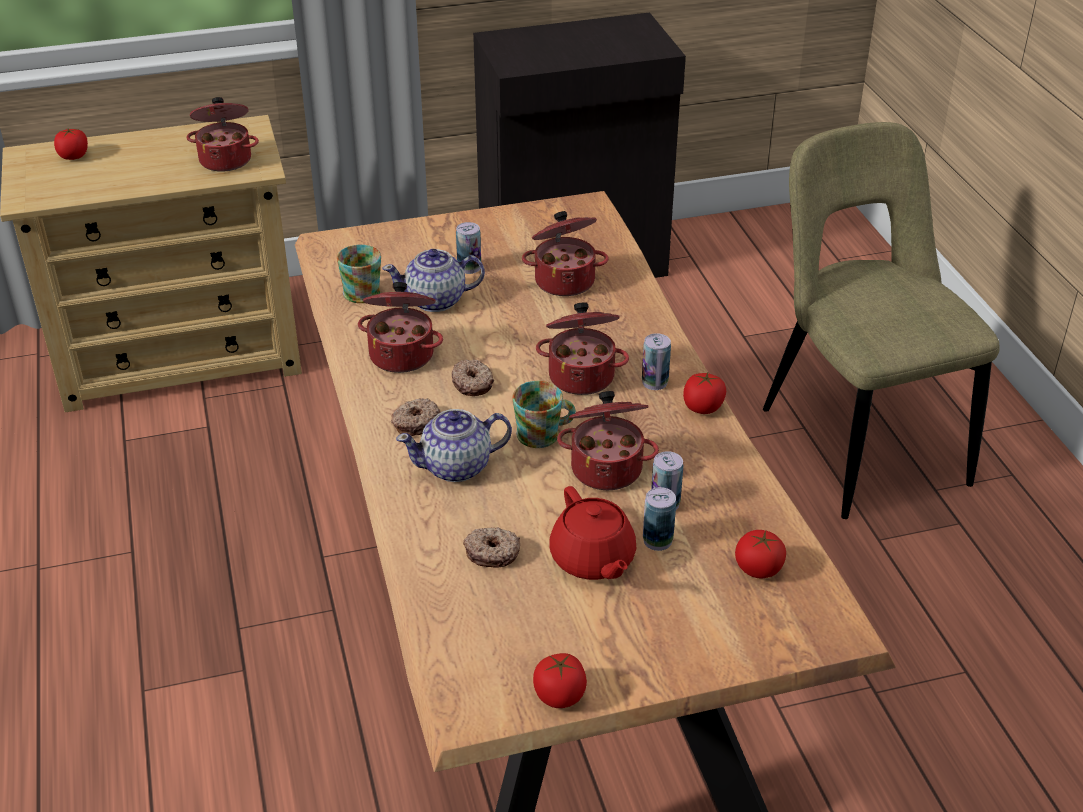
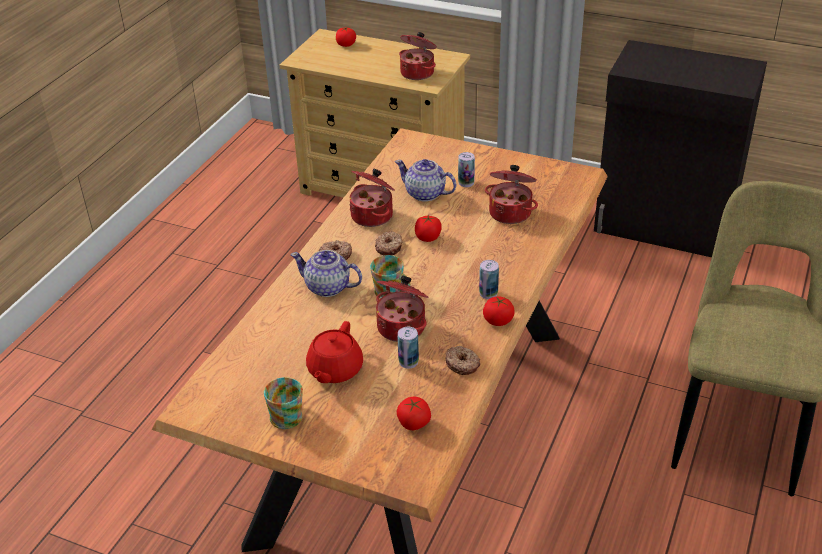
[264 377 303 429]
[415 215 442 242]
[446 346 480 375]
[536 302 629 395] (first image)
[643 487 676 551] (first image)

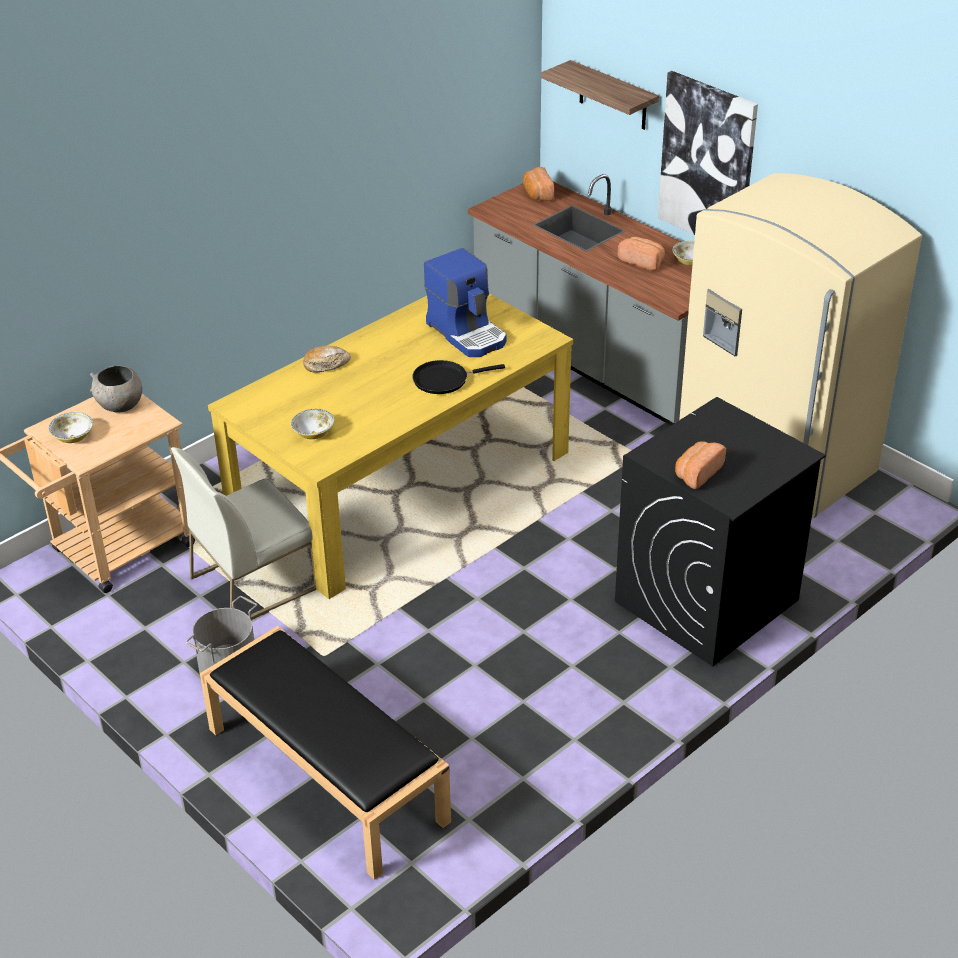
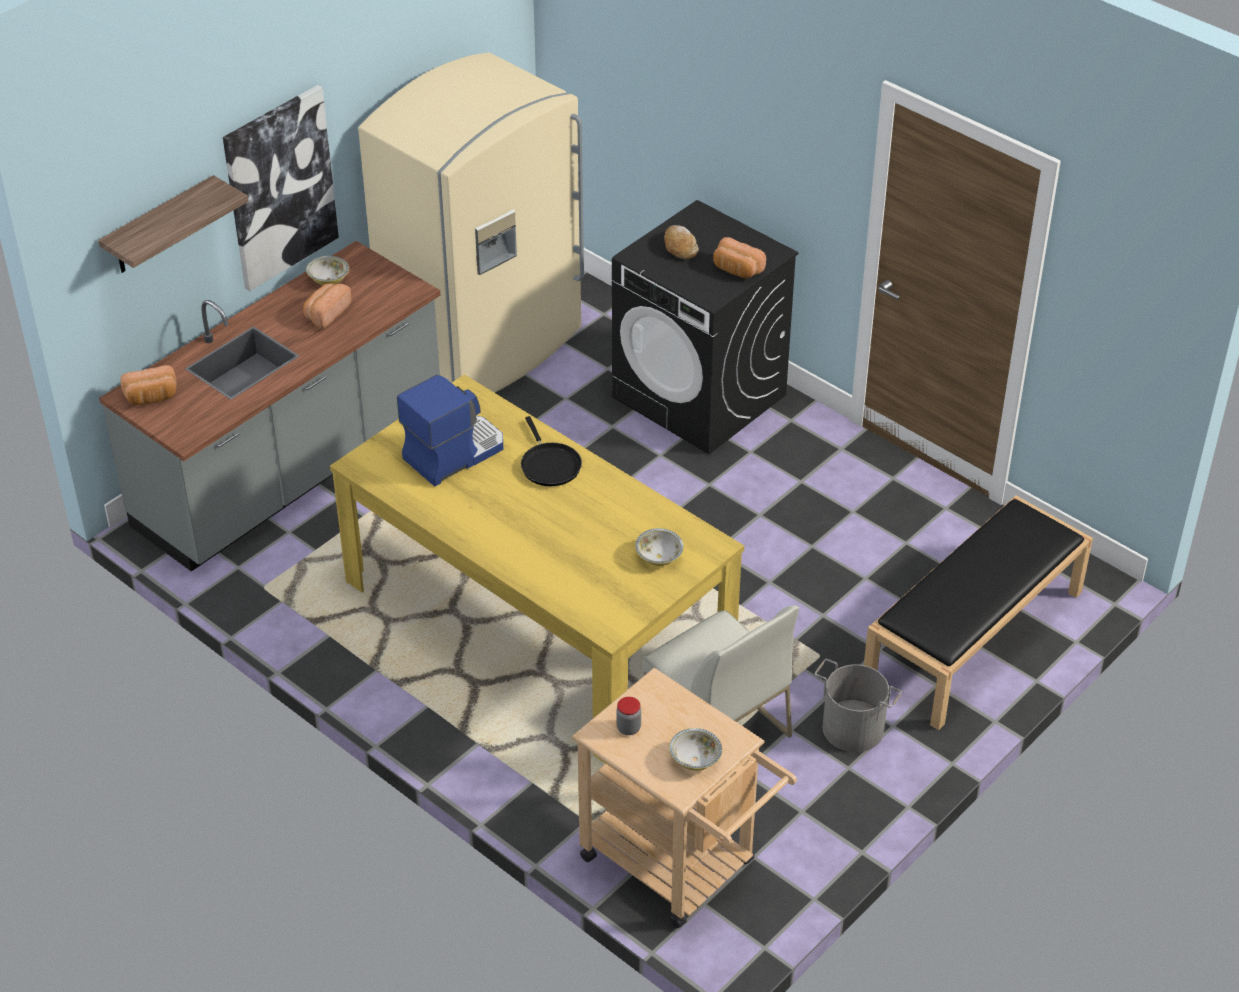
[616 697 641 735]
[664 225 699 259]

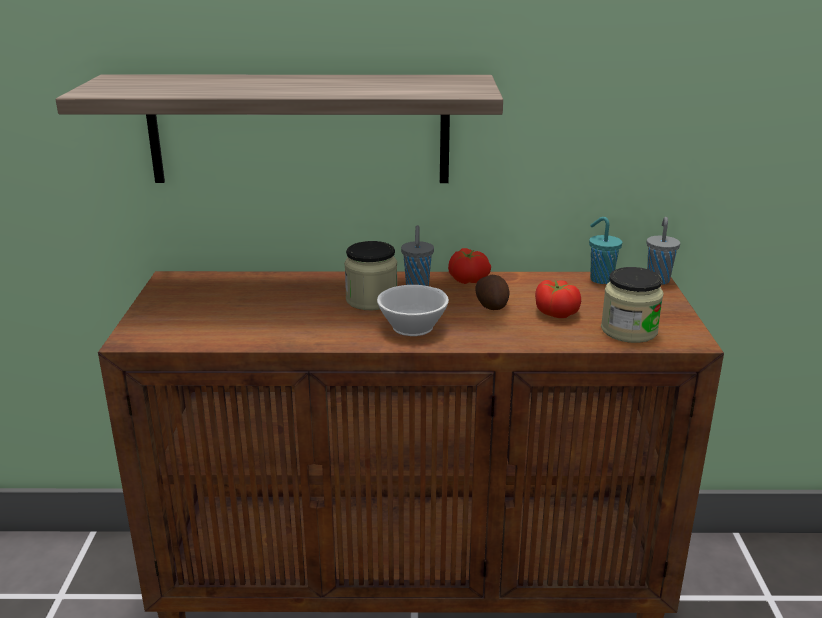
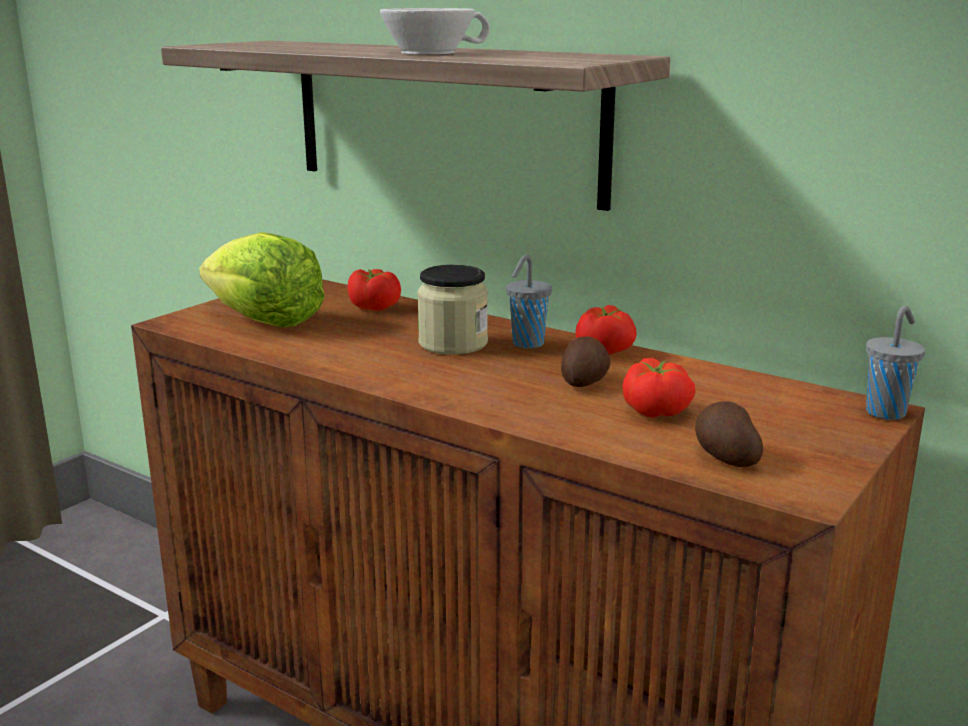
[199 232 325 327]
[347 269 401 311]
[380 8 490 54]
[695 401 764 467]
[589 217 622 284] (first image)

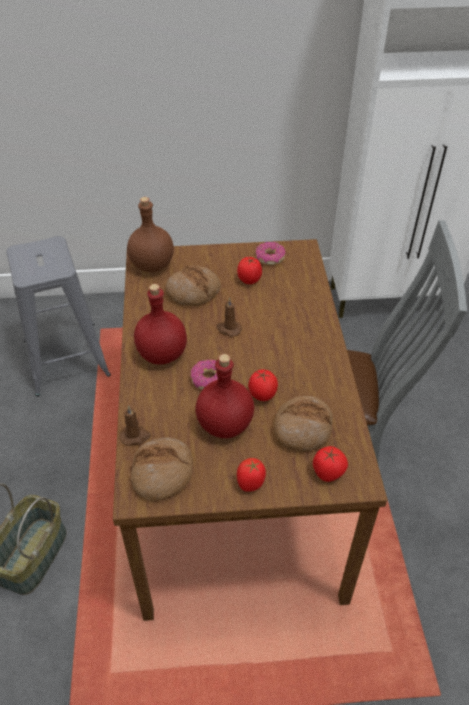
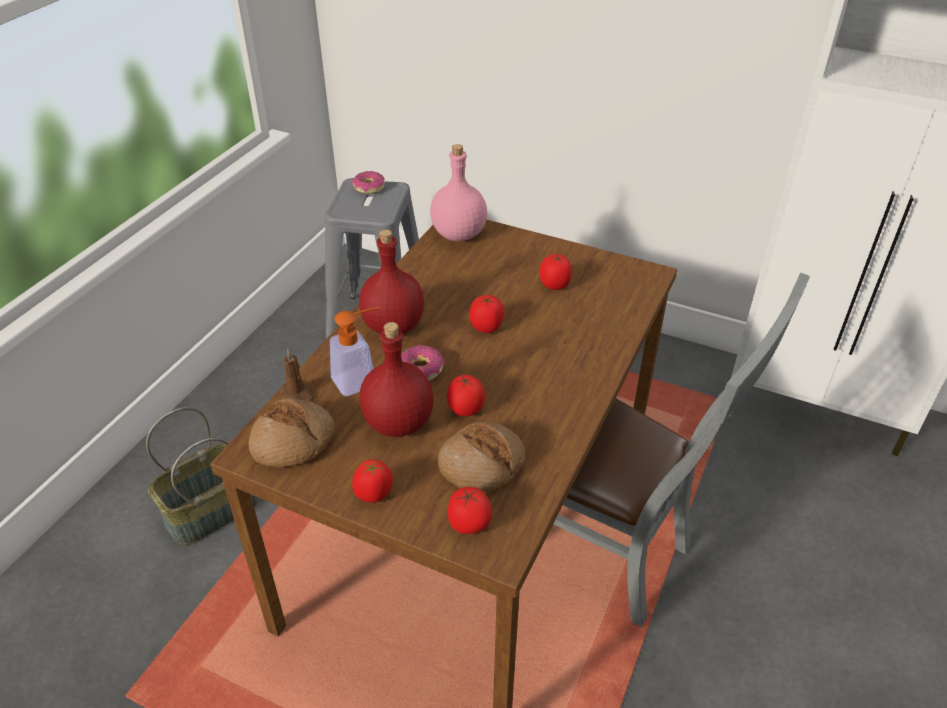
[330 307 381 396]
[352 171 385 194]
[430 144 487 241]
[469 295 504 333]
[165 265 221 306] (first image)

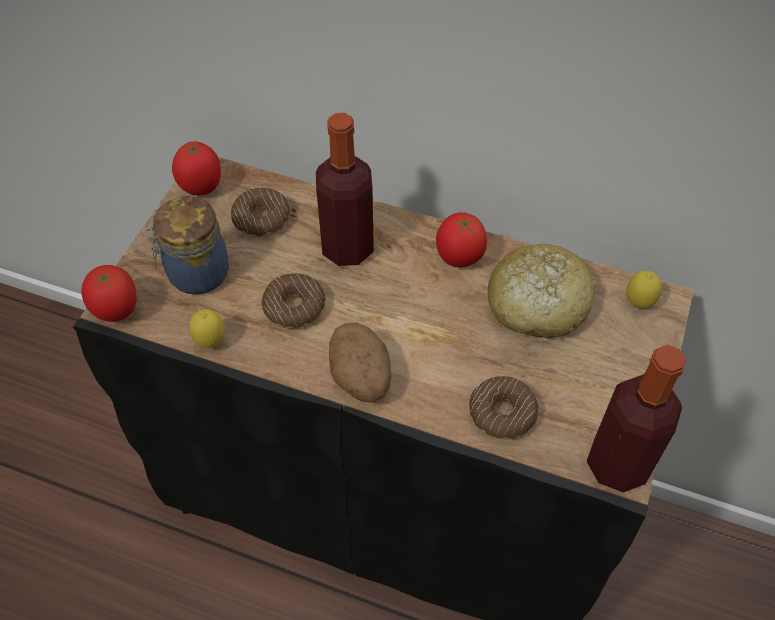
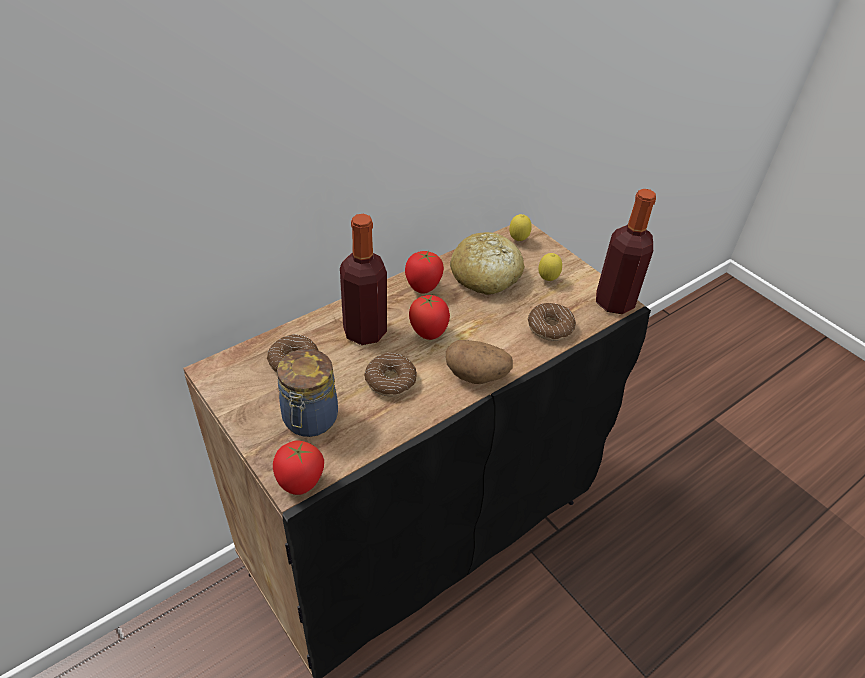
[409 294 450 340]
[538 253 562 281]

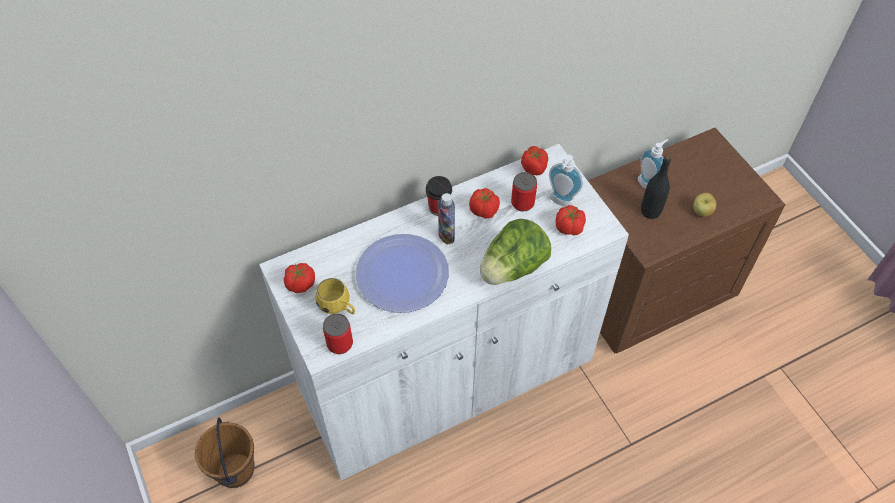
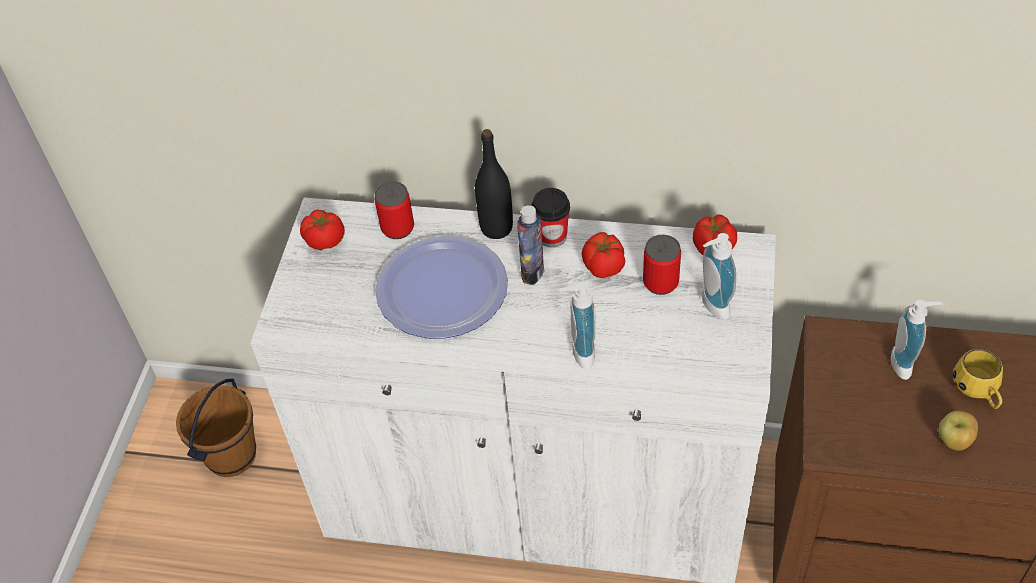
[374 181 414 239]
[475 129 513 239]
[559 282 596 369]
[953 349 1003 409]
[555 205 586 235] (first image)

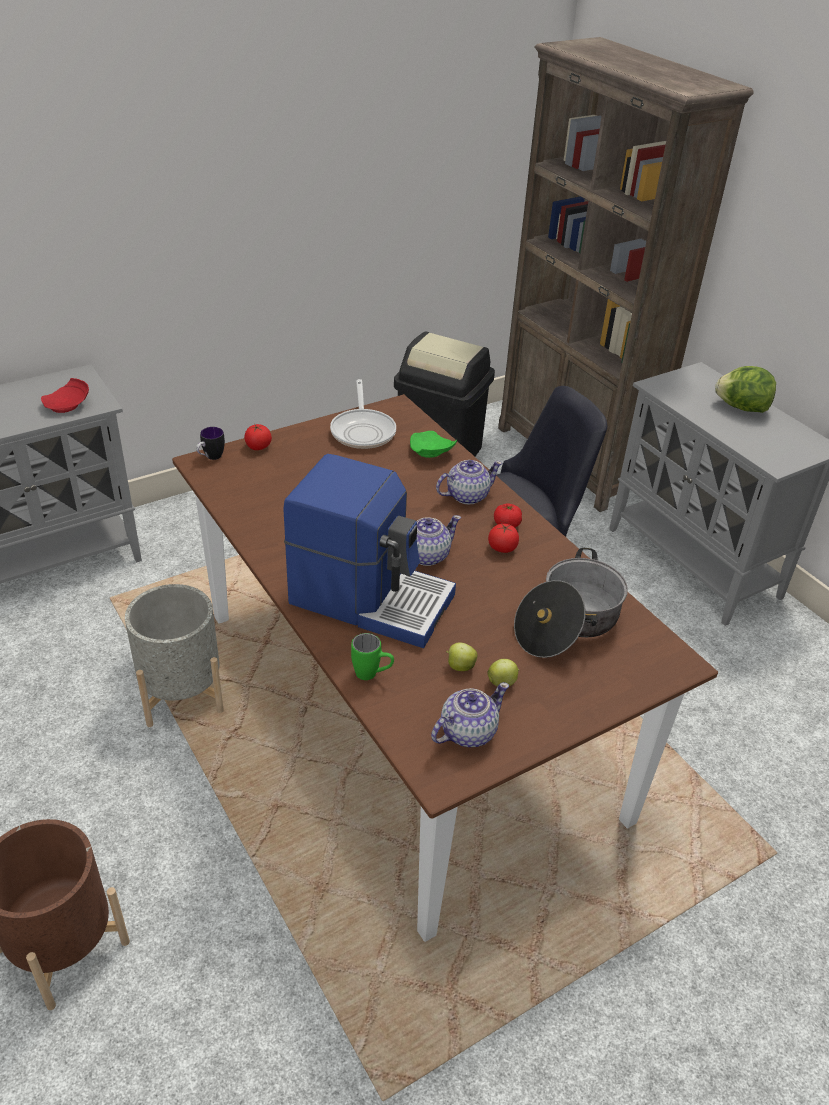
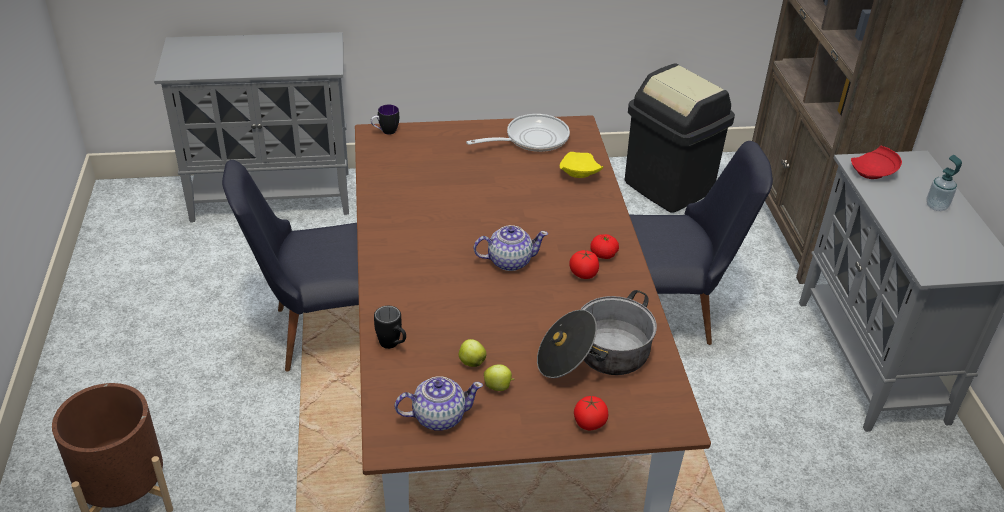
[222 160 359 372]
[374 306 406 349]
[466 114 570 152]
[560 152 603 178]
[574 395 608 430]
[851 146 902 179]
[926 155 962 211]
[283 454 456 648] (first image)
[436 460 502 505] (first image)

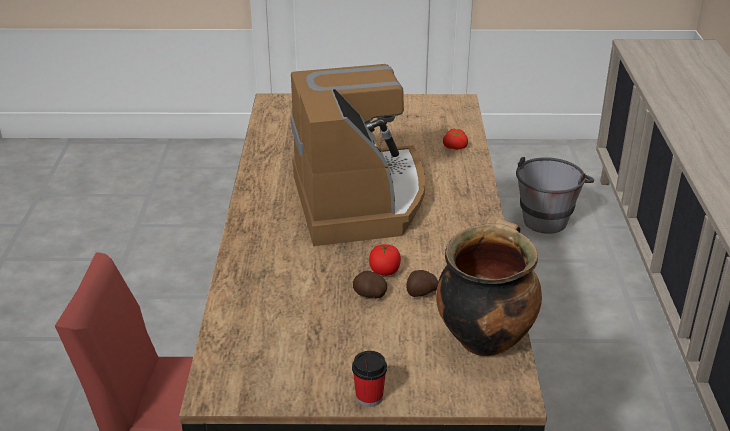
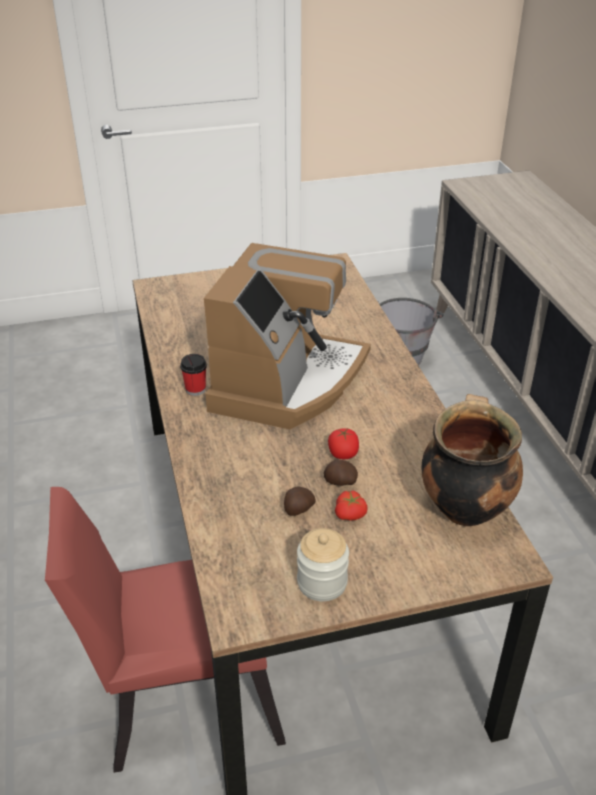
[180 354 207 396]
[204 243 371 429]
[284 487 316 516]
[297 528 349 601]
[335 491 368 521]

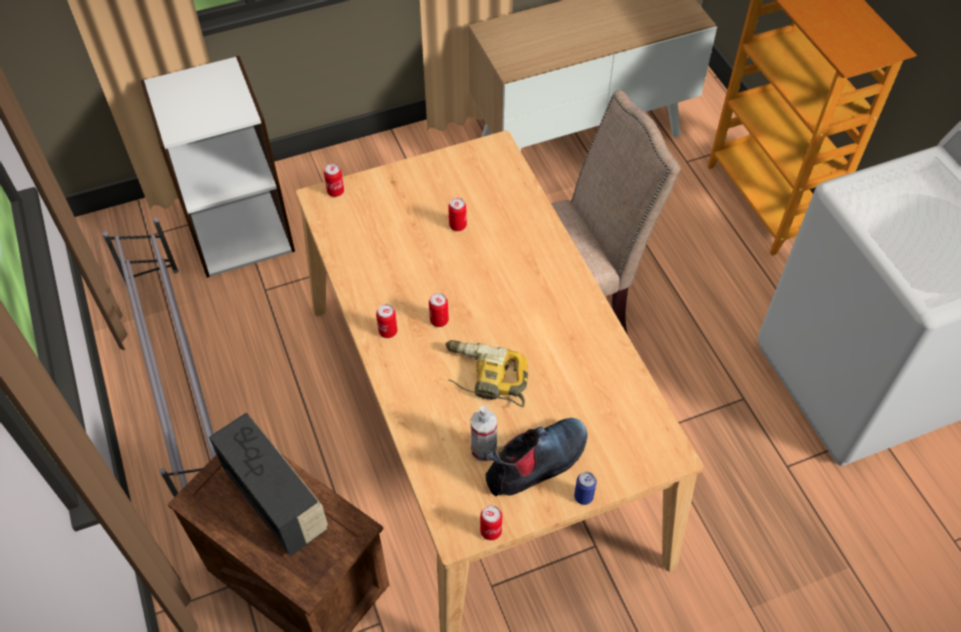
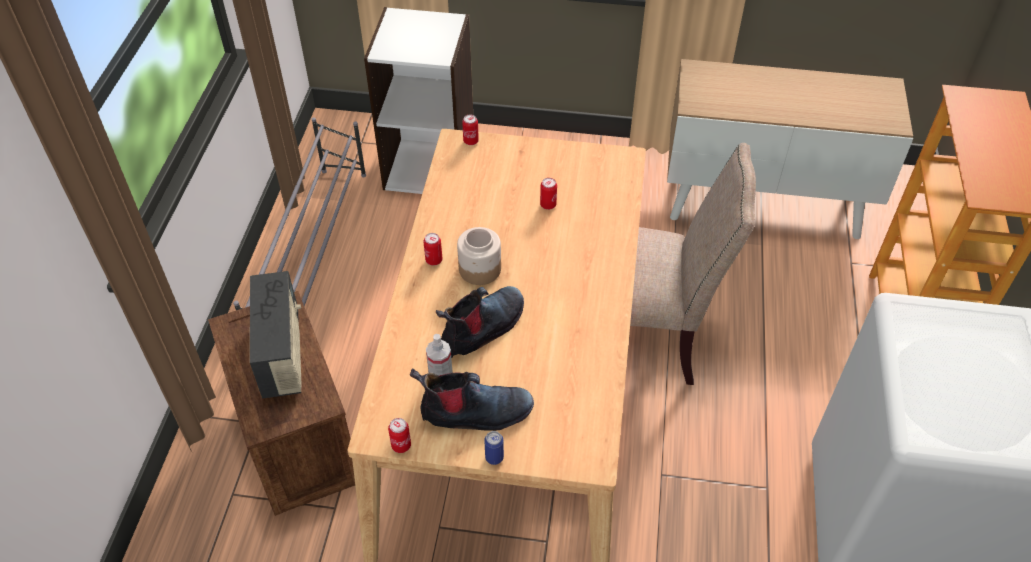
[436 286 524 358]
[457 227 501 285]

